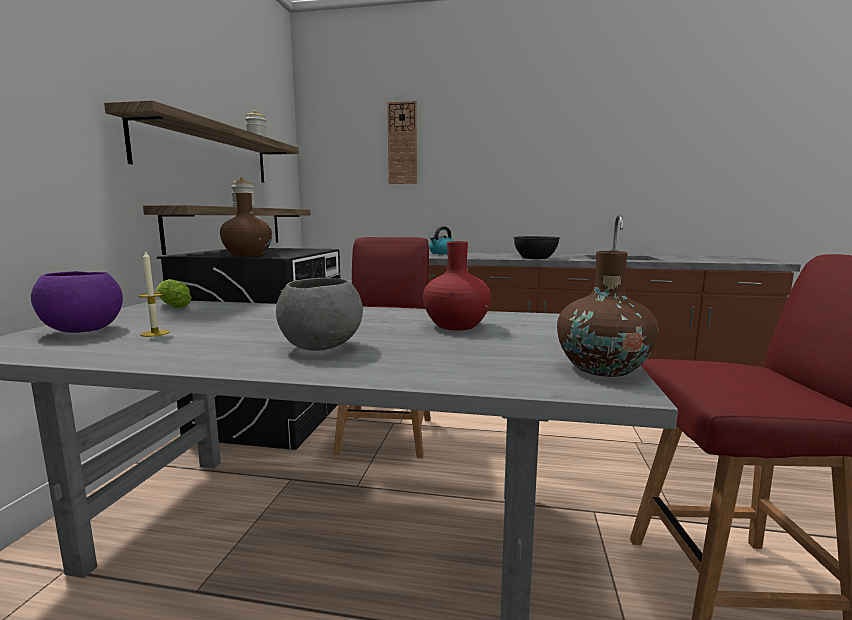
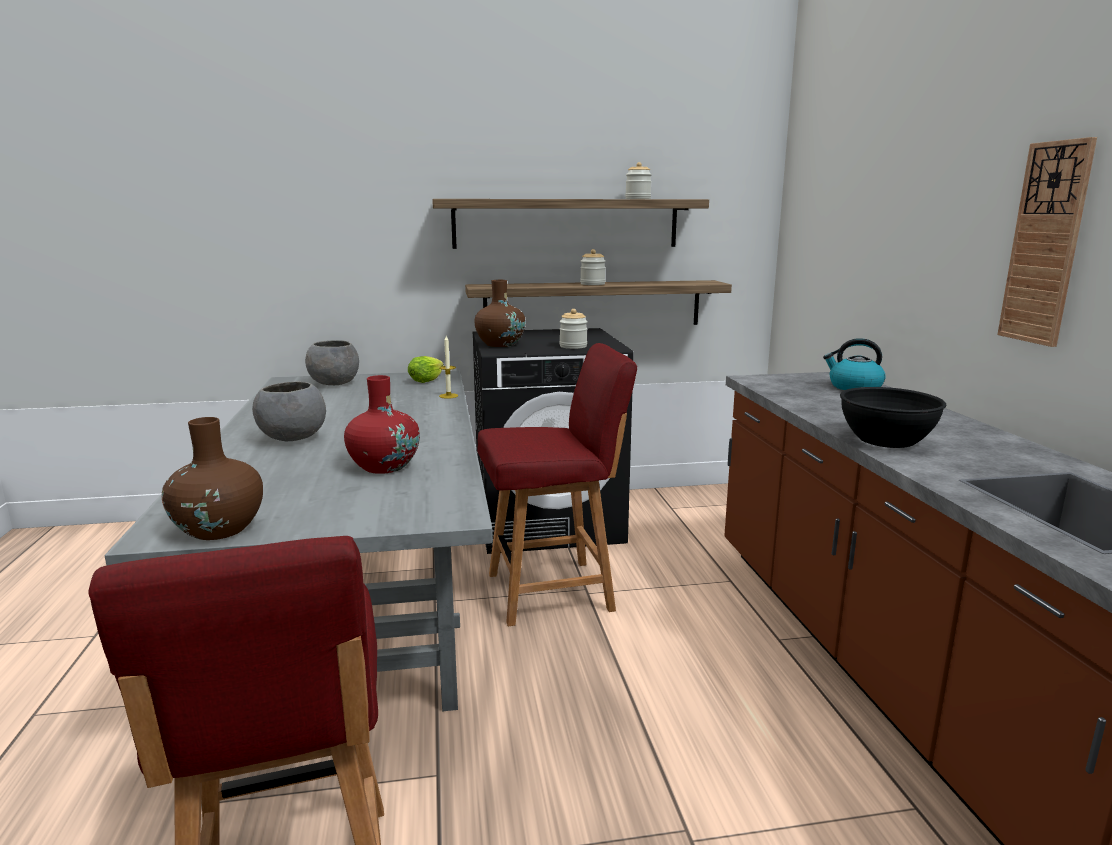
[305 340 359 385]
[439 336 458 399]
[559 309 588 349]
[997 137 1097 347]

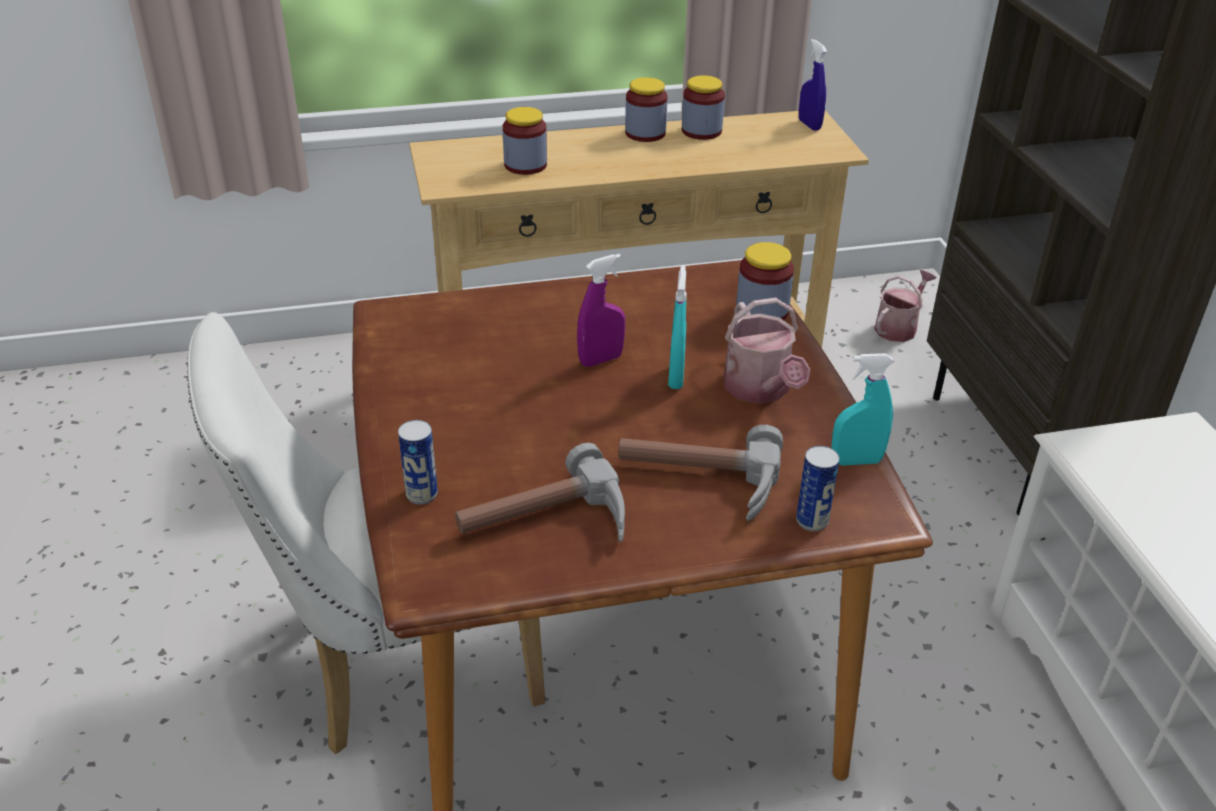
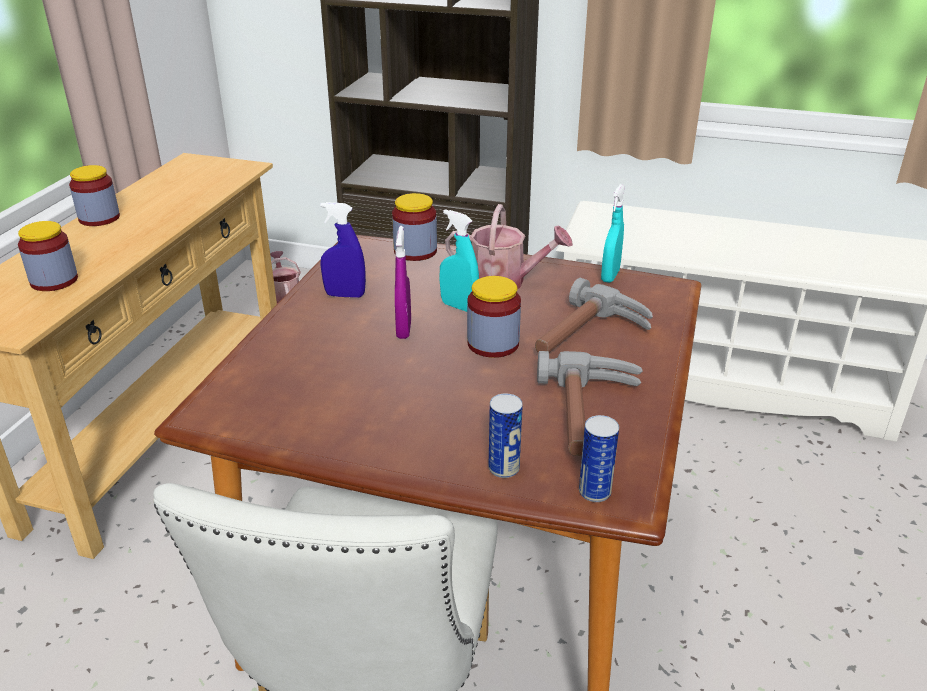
[320 202 366 298]
[467 276 521 358]
[579 415 619 502]

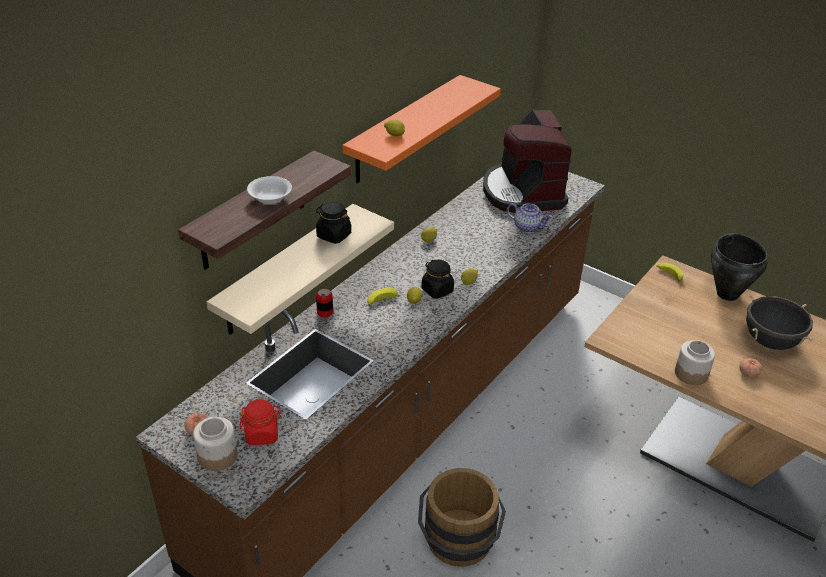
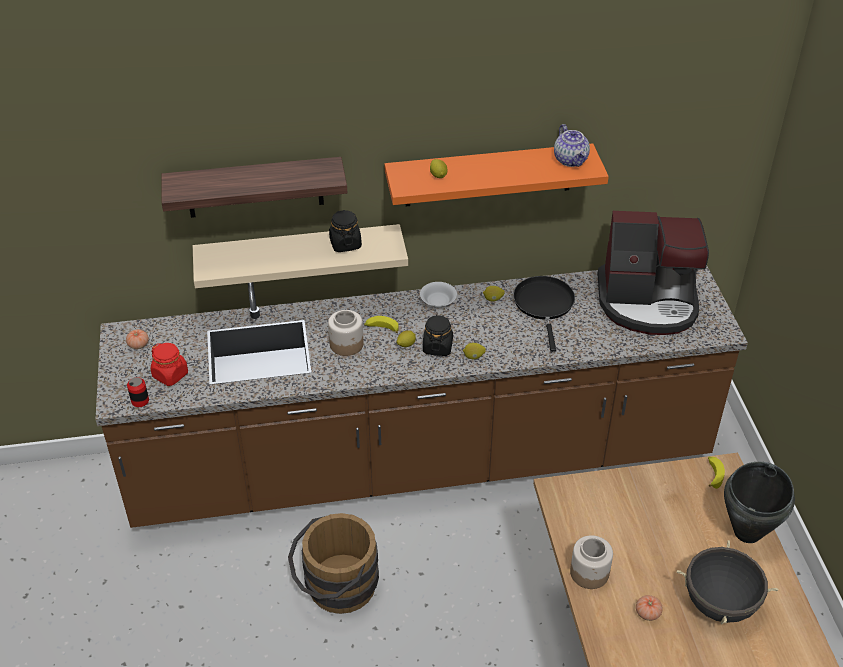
[127 377 149 407]
[328 310 364 356]
[420 282 457 308]
[513 276 575 352]
[554 124 590 167]
[597 211 709 335]

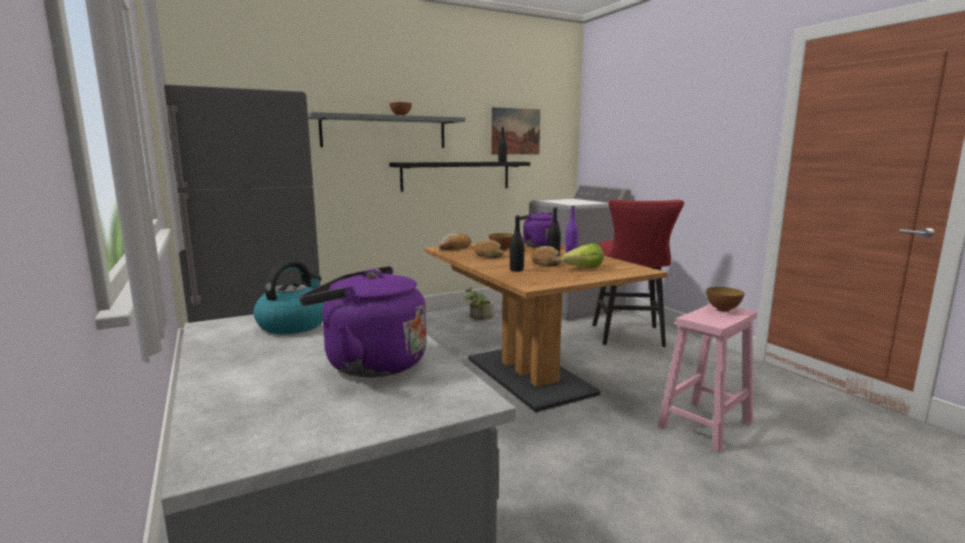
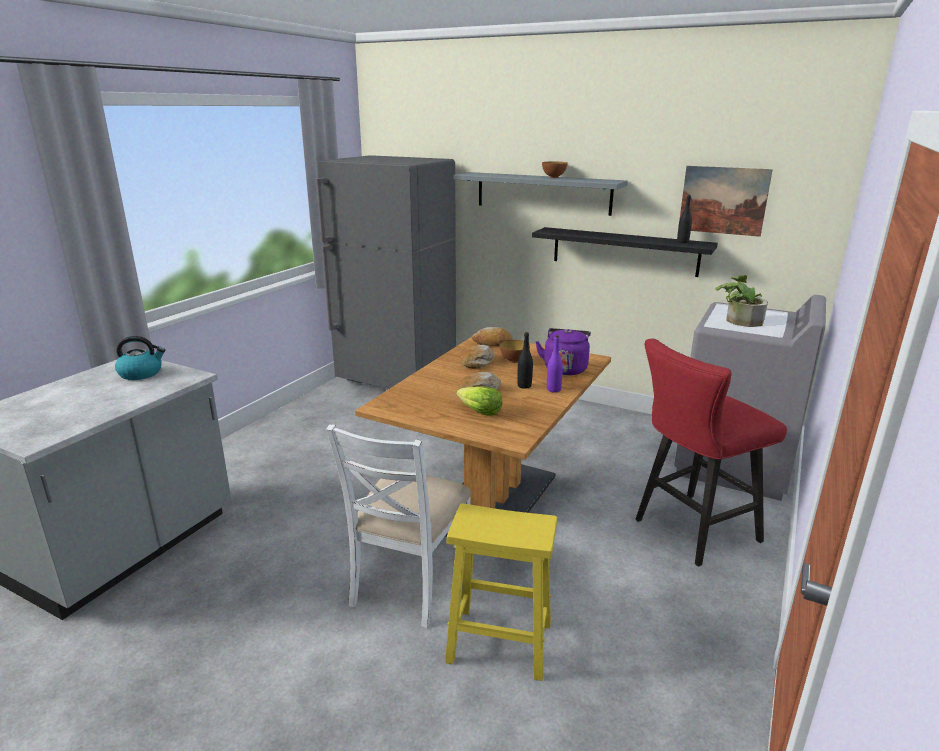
[326 424 471 628]
[445 503 557 681]
[715 275 768 327]
[299 266 427 377] (first image)
[510 215 524 272] (first image)
[706 287 744 312] (first image)

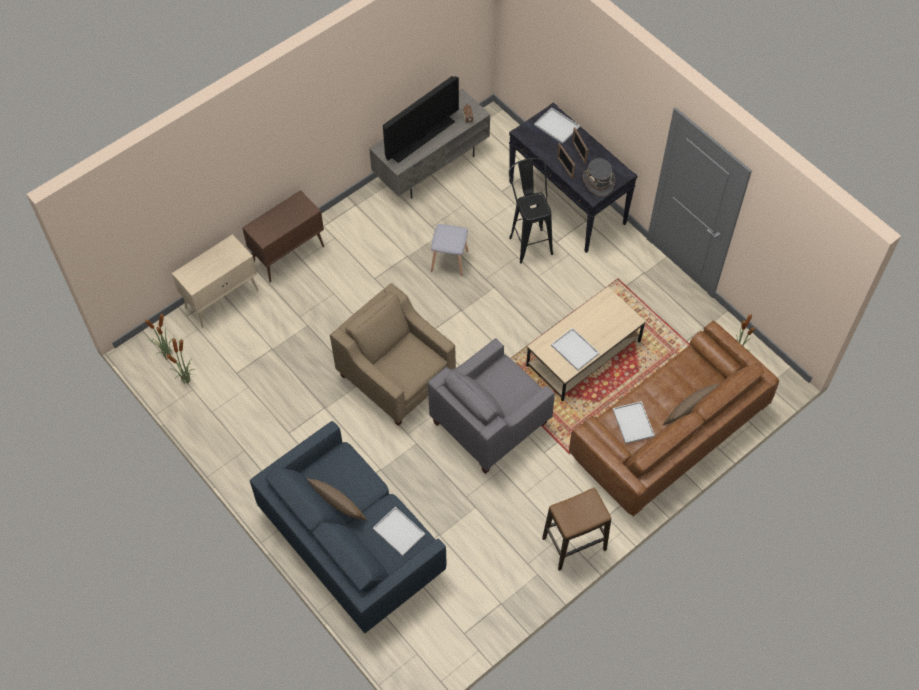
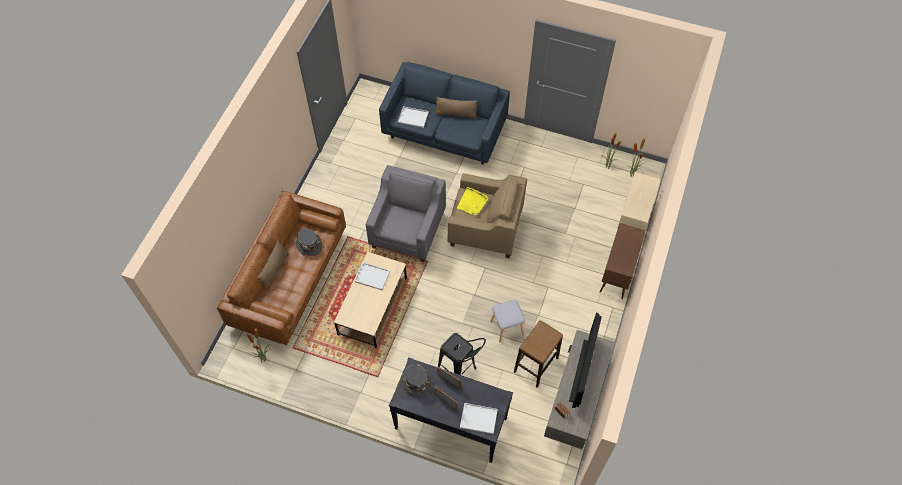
[296 229 322 256]
[457 187 488 216]
[514 320 563 388]

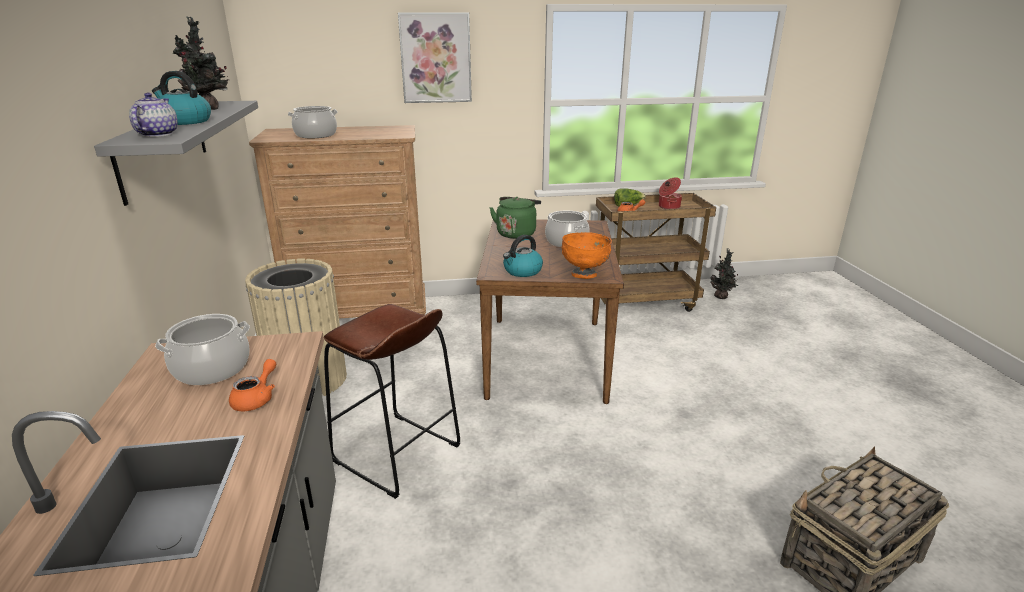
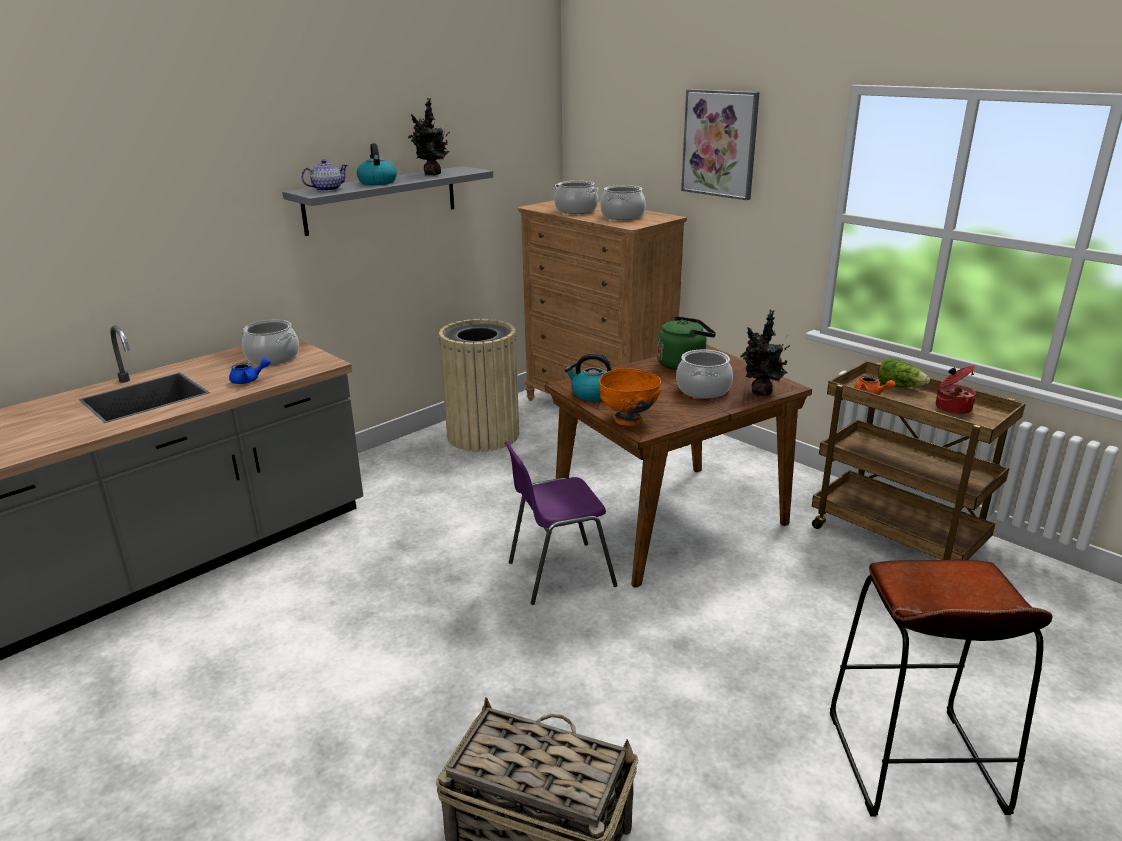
[229 358 271 384]
[504 441 617 605]
[600 185 646 220]
[740 309 790 396]
[830 560 1053 816]

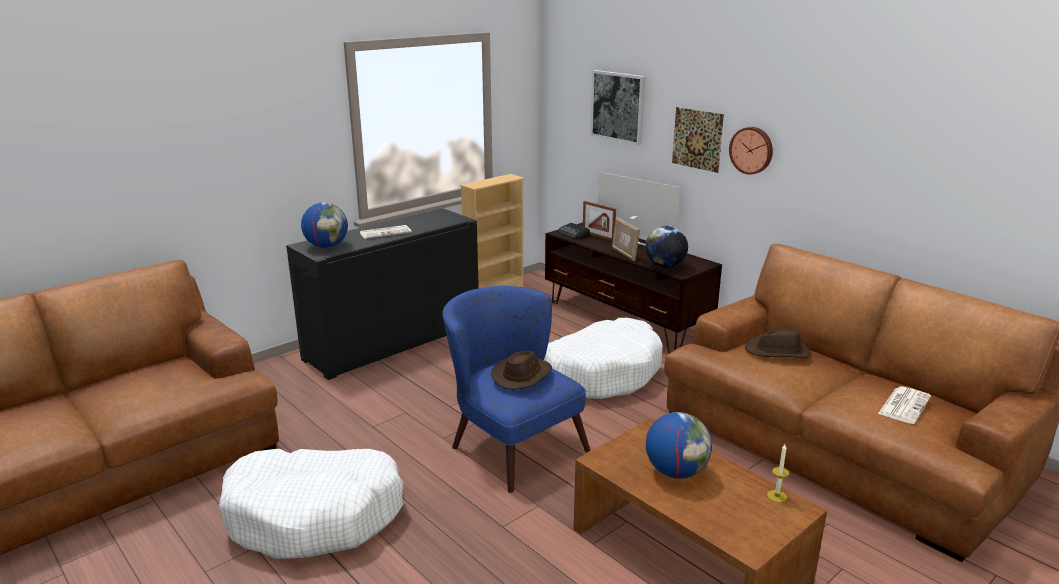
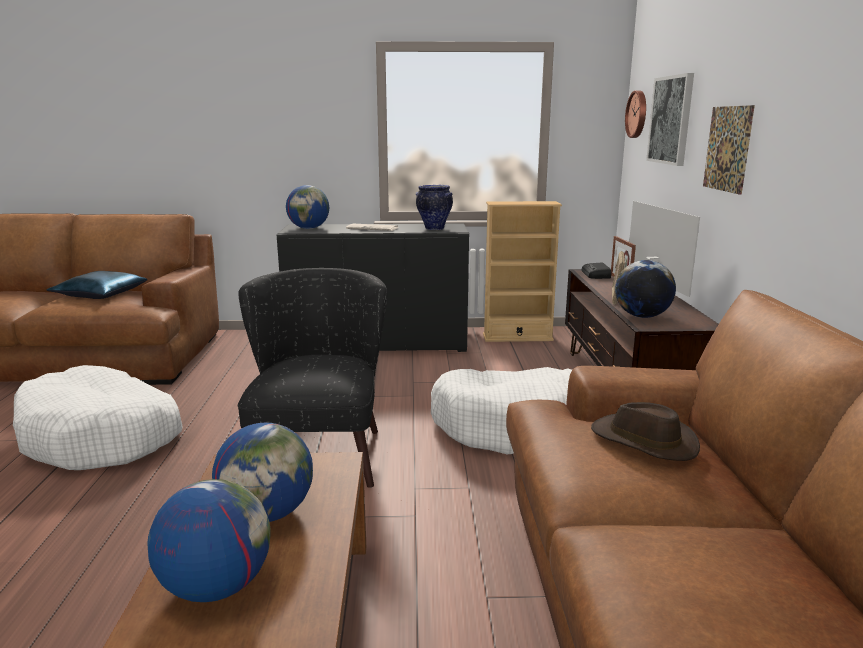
[47 271 148 299]
[147 479 271 602]
[238 268 387 488]
[416 185 453 230]
[625 91 646 138]
[491 351 552 390] (first image)
[767 444 789 503] (first image)
[878 386 931 424] (first image)

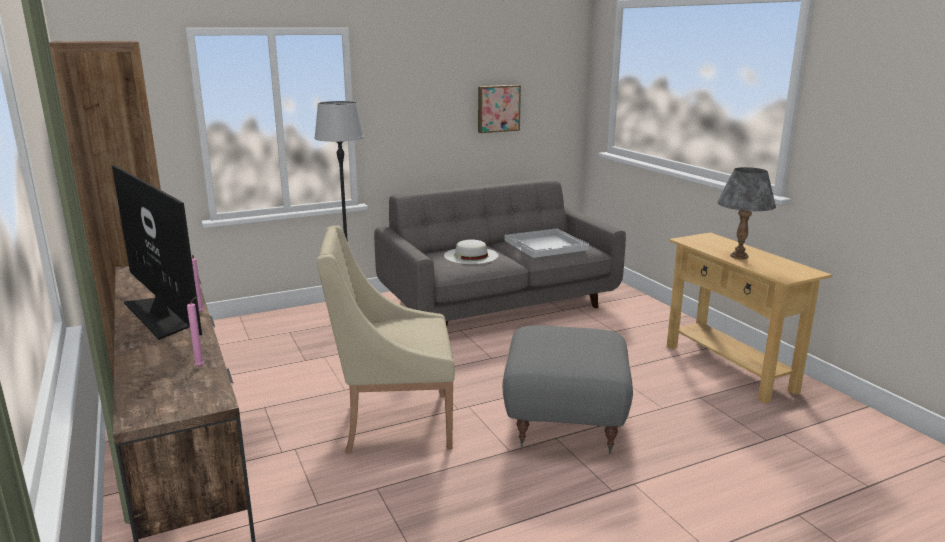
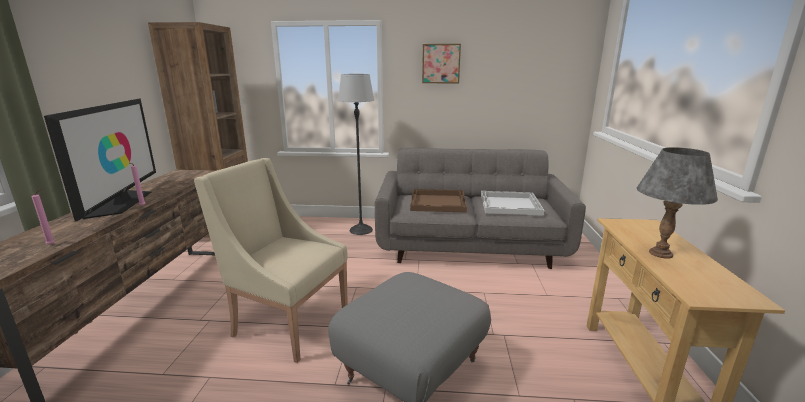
[410 189 467 213]
[422 44 461 83]

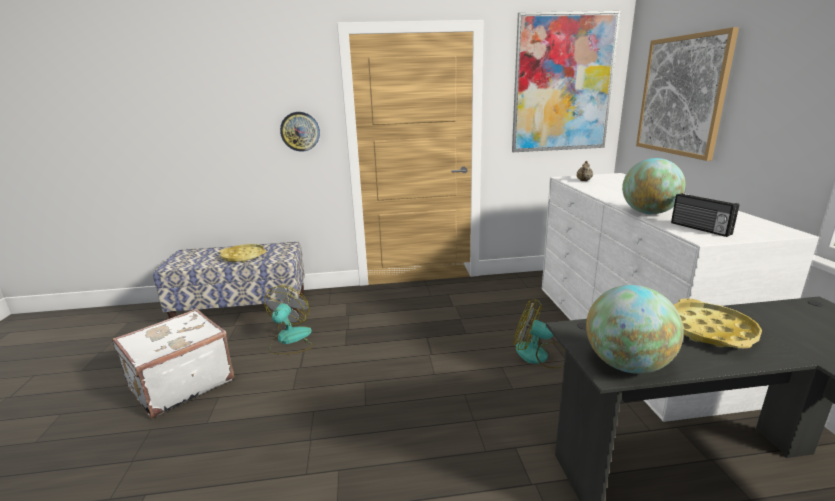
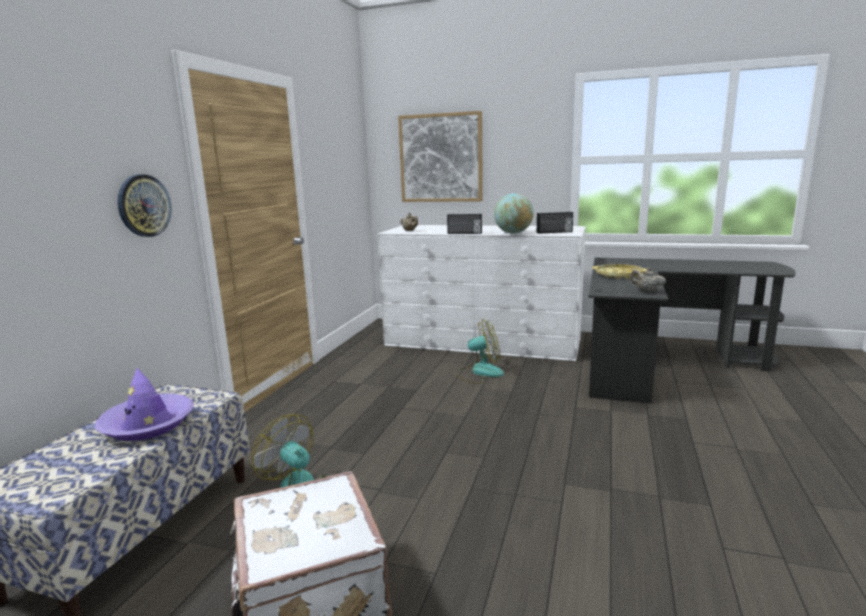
[95 368 194 441]
[447 214 482 234]
[456 319 504 384]
[630 268 666 292]
[512 11 620 152] (first image)

